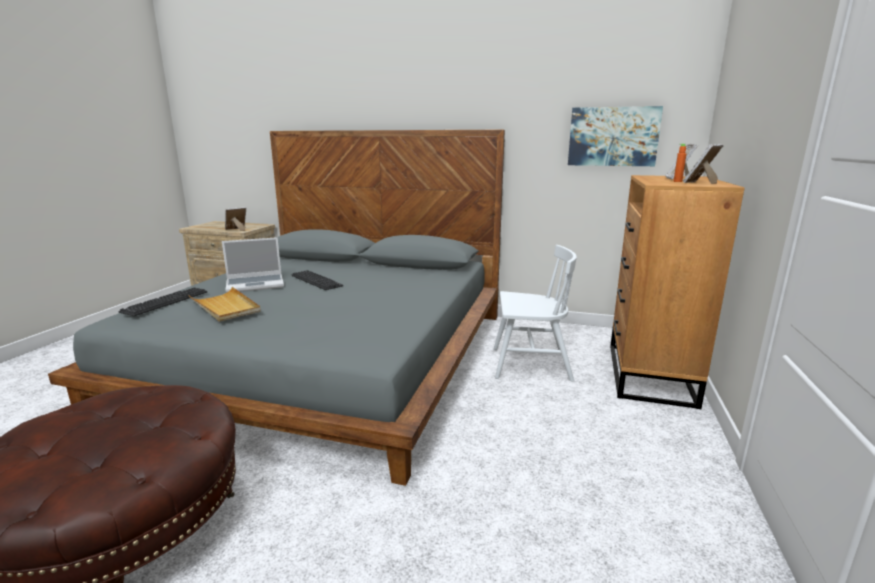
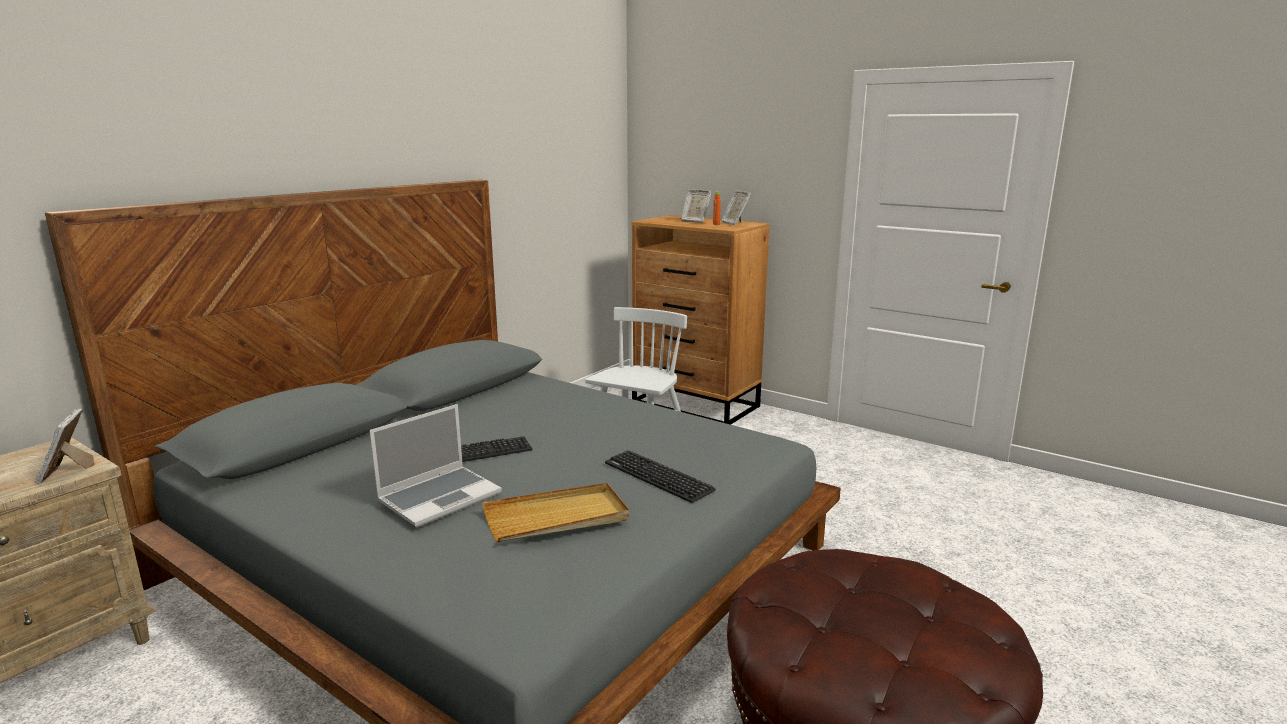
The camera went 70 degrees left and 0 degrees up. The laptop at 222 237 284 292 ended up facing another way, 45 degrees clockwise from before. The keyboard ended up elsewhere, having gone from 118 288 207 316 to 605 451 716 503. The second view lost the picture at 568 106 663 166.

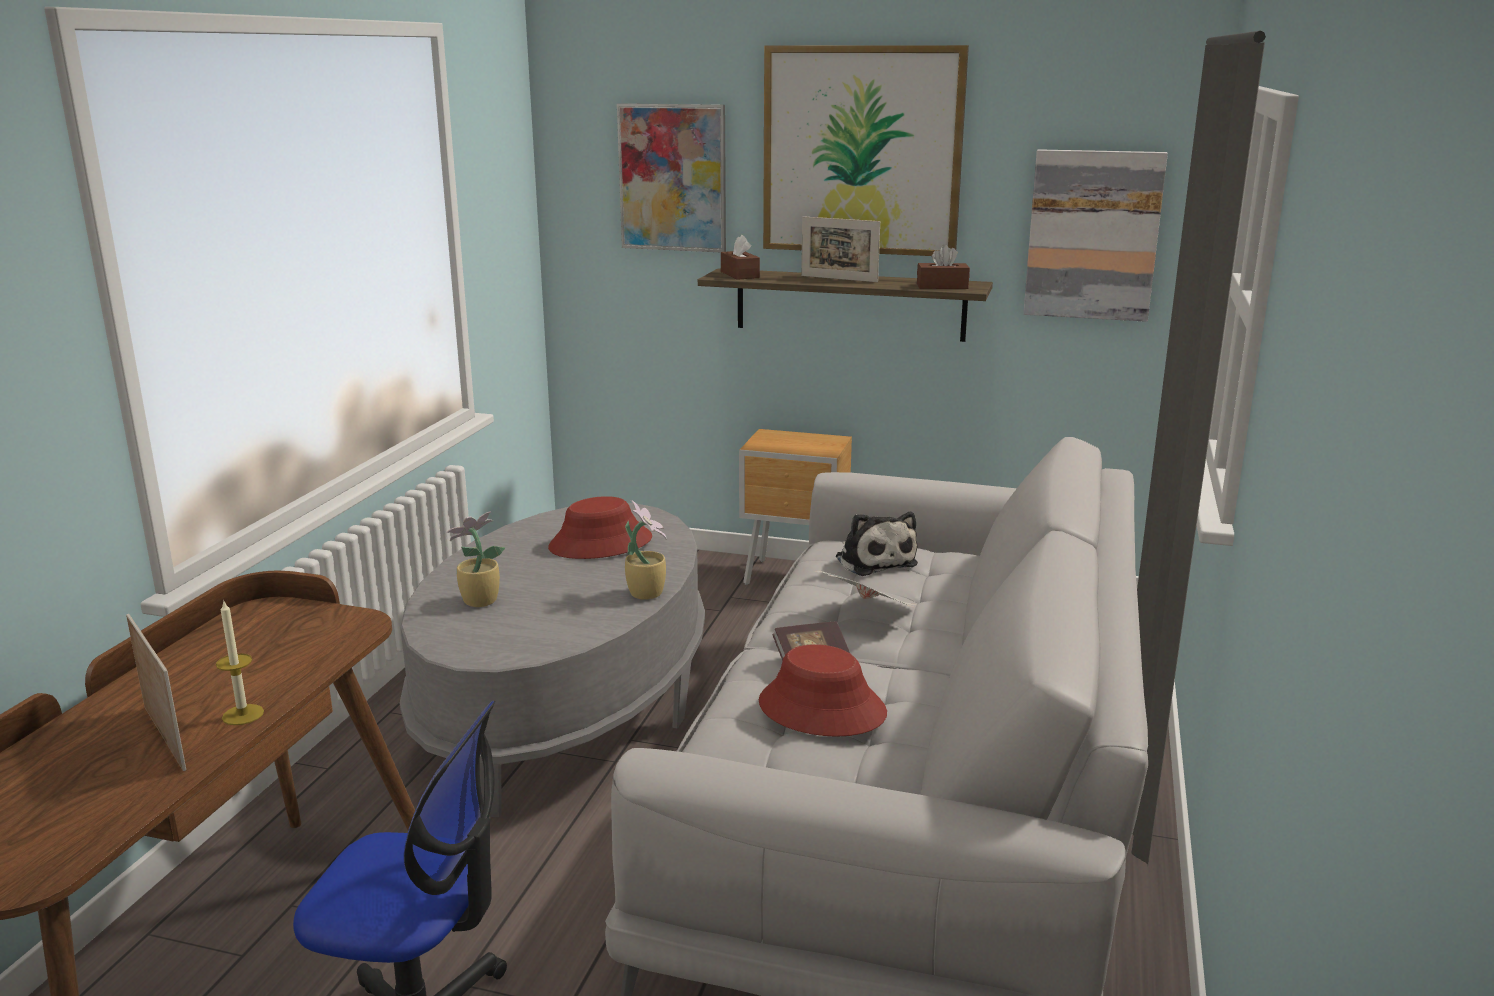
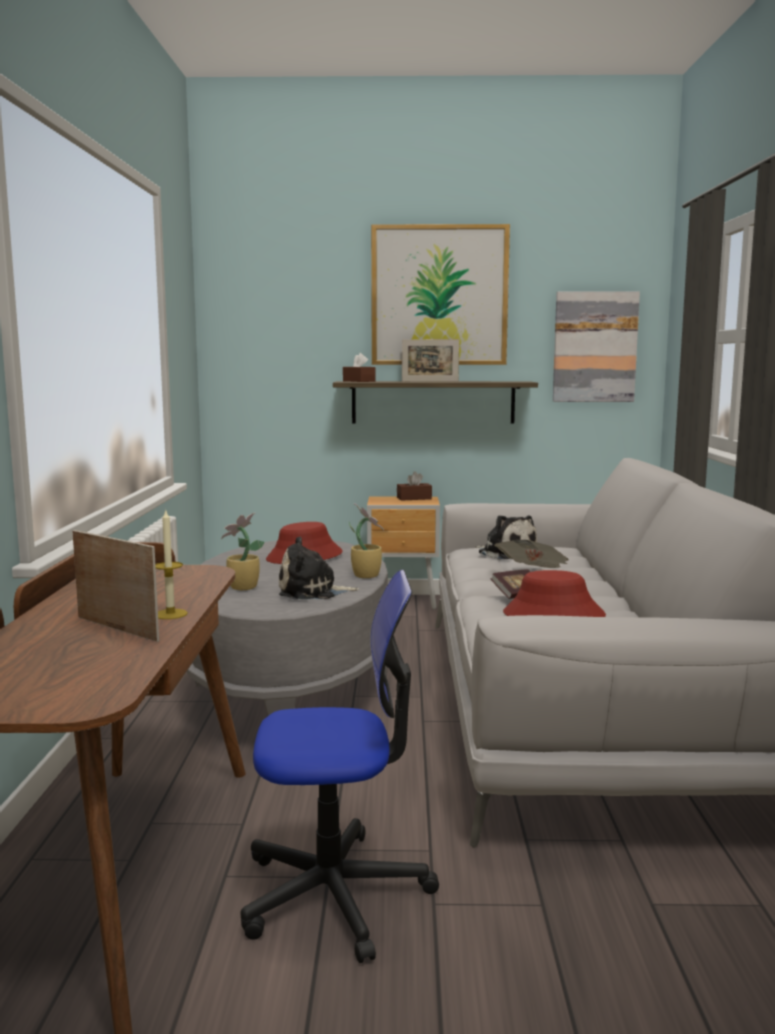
The camera went 15 degrees left and 10 degrees down. The second view gained the plush_toy at 279 536 359 599. The brown_tissue_holder ended up elsewhere, having gone from 917 245 970 289 to 397 472 432 501. The second view lost the picture at 617 103 726 252.

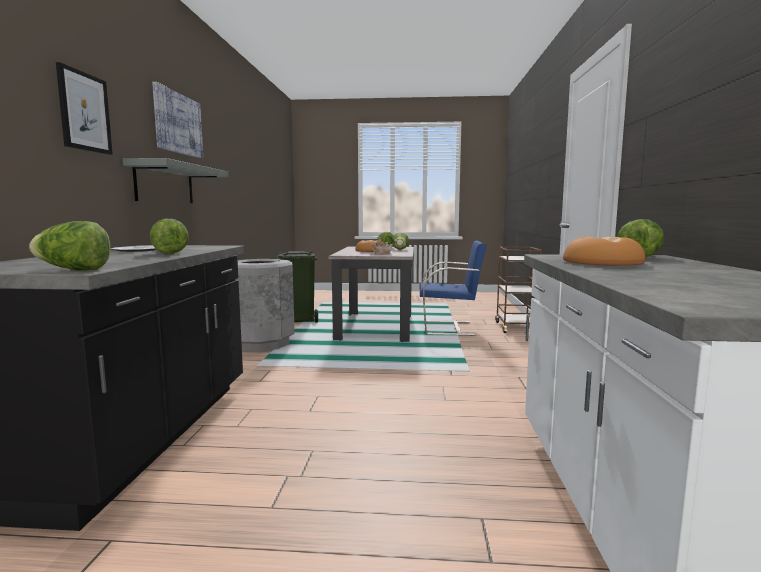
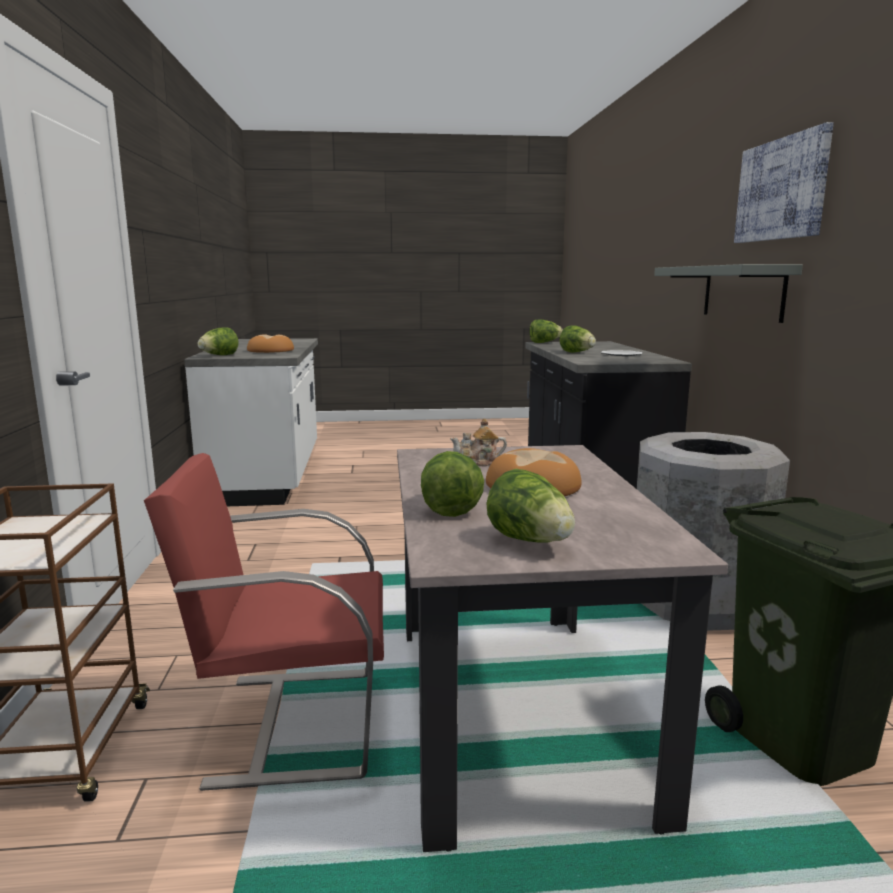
The camera went 170 degrees right and 5 degrees up. What was the bluish_upright_chair at 419 241 487 336 turned into the red-coloured_upright_chair at 144 453 384 791. The second view lost the picture at 56 62 113 155.

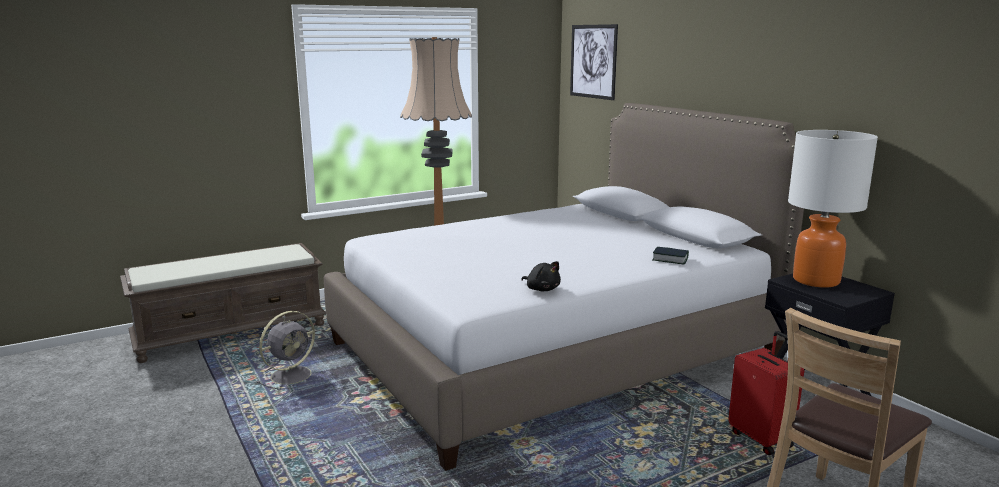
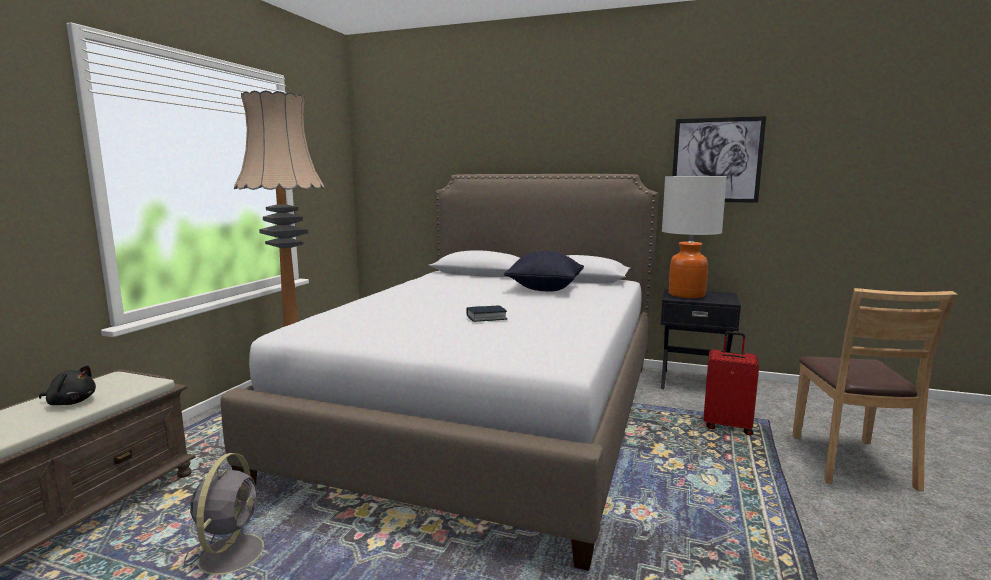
The camera went 40 degrees left and 5 degrees down. The black_plush_toy ended up elsewhere, having gone from 521 261 561 291 to 39 365 96 405. The book ended up elsewhere, having gone from 652 247 689 265 to 467 305 508 322. The second view gained the black_pillow at 504 251 584 292. The picture ended up elsewhere, having gone from 570 24 618 100 to 672 116 766 203.

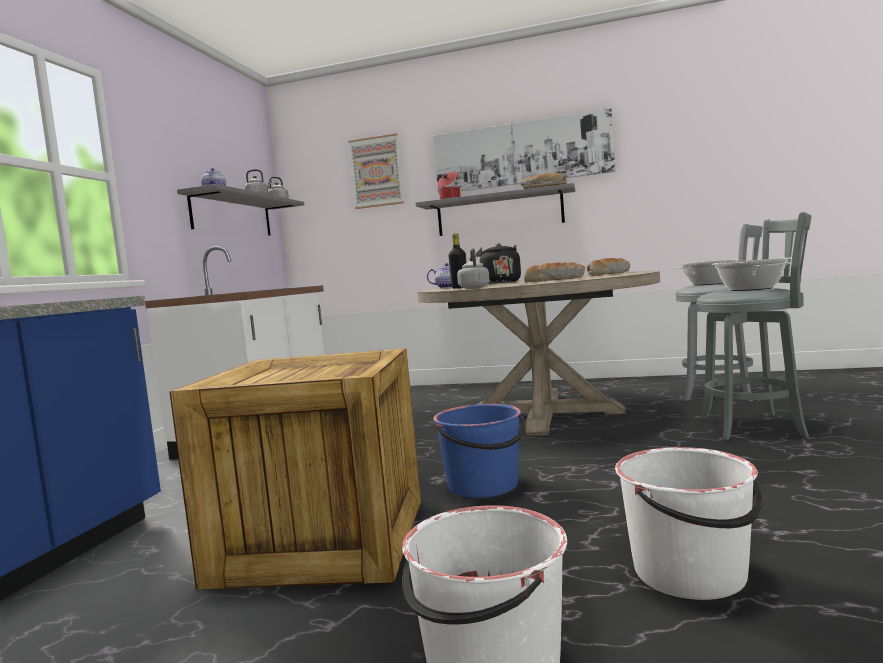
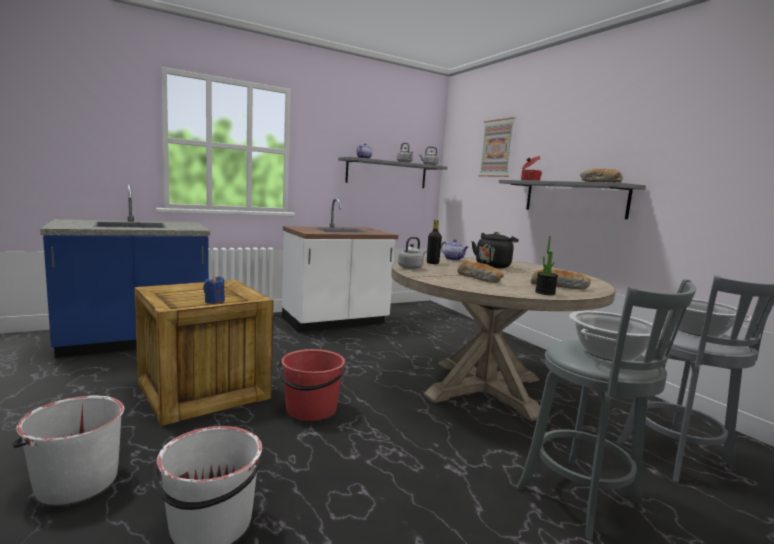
The camera went 45 degrees right and 5 degrees up. The second view gained the bluish_candle at 203 276 225 304. What was the bluish_bucket at 433 404 525 498 turned into the red-coloured_bucket at 278 349 345 421. The second view gained the plant_in_a_pot at 535 236 558 295. The second view lost the picture at 433 108 615 194.

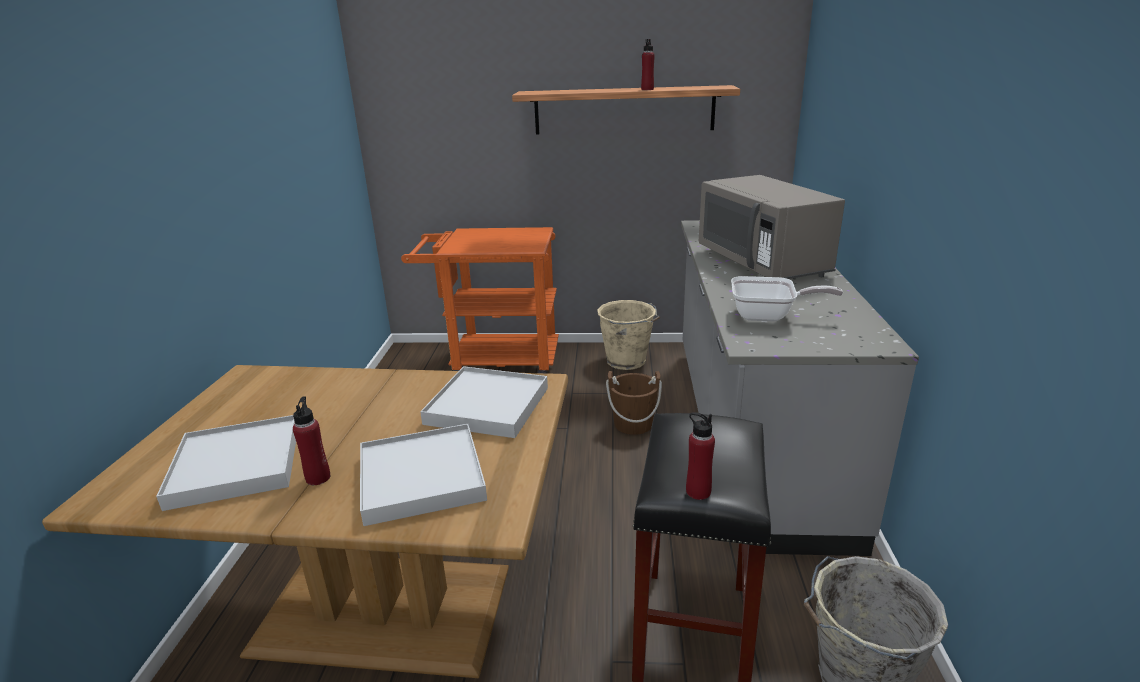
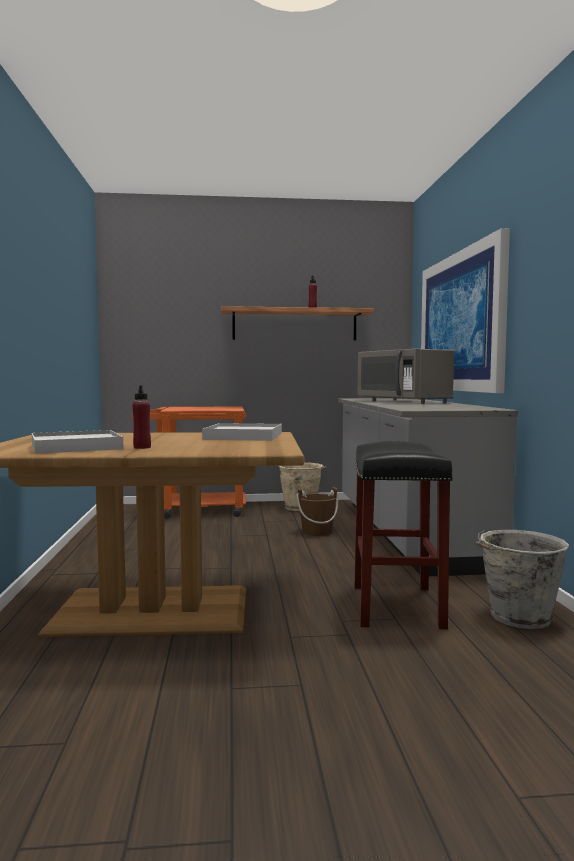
The camera went 10 degrees left and 20 degrees down. The second view gained the picture at 421 228 510 393. The second view lost the white-coloured_serving_tray at 360 424 487 526. The second view lost the red-coloured_beverage_bottle at 686 412 715 500. The second view lost the pan at 731 276 843 322.

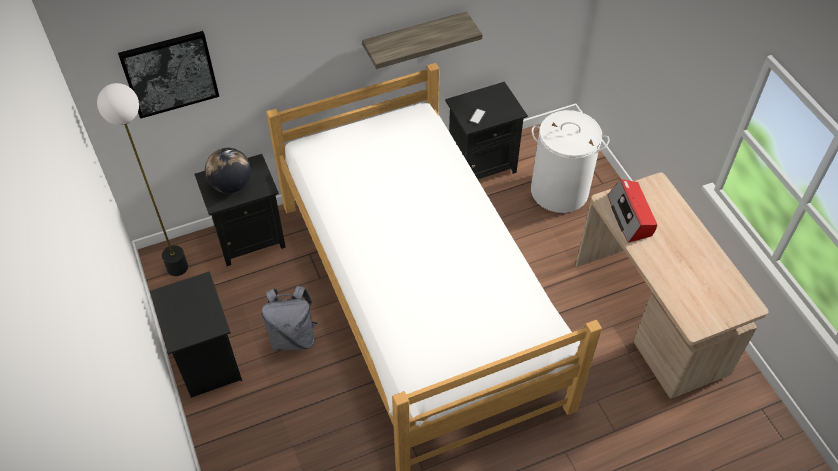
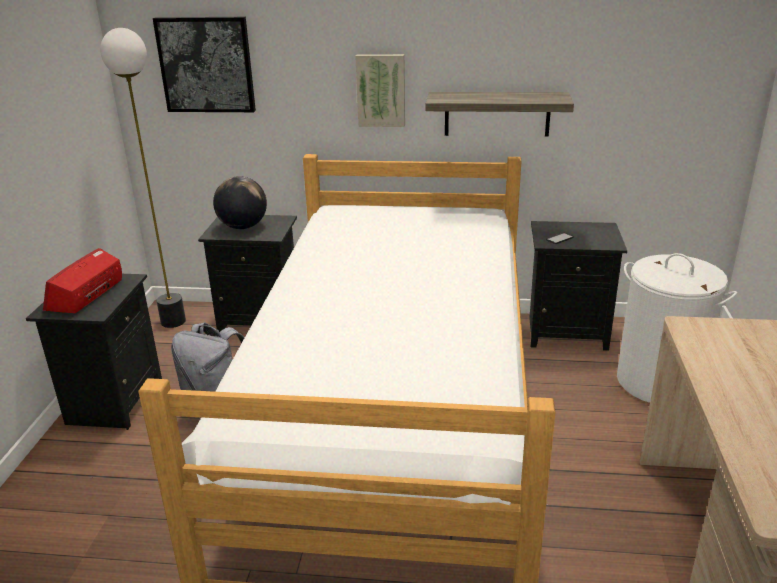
The camera went 30 degrees right and 25 degrees down. The radio_receiver ended up elsewhere, having gone from 608 179 657 243 to 43 248 122 313. The second view gained the picture at 355 54 405 127.

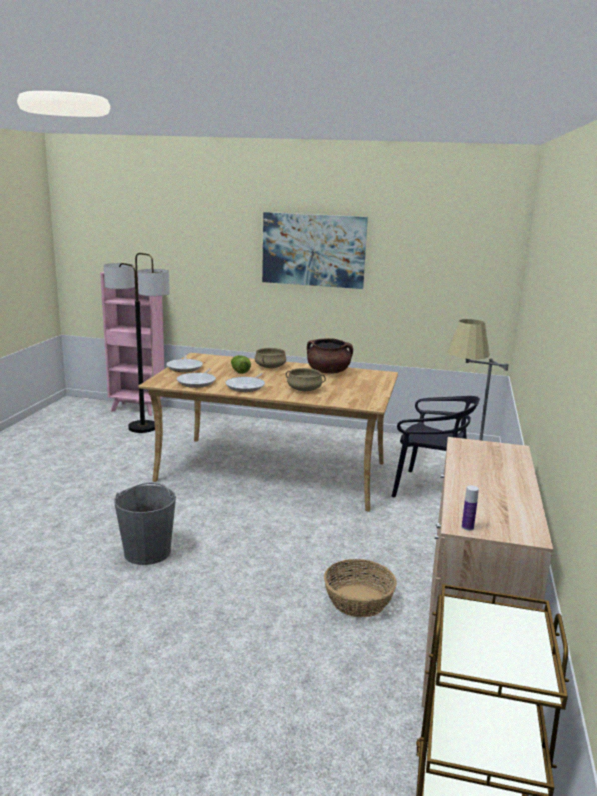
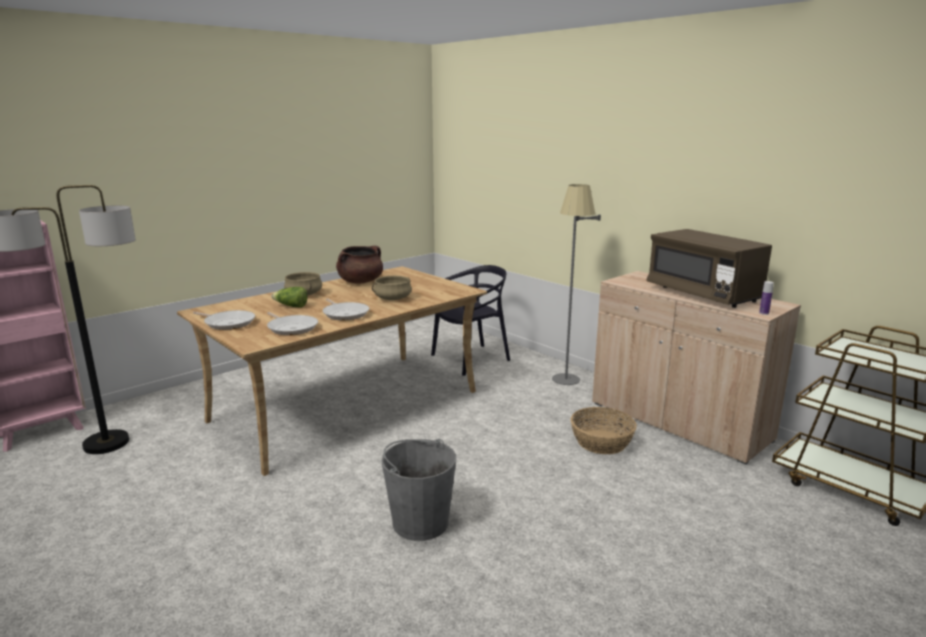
The camera went 55 degrees left and 0 degrees up. The second view gained the brown_microwave_oven at 647 229 772 308. The second view lost the picture at 262 212 368 289.

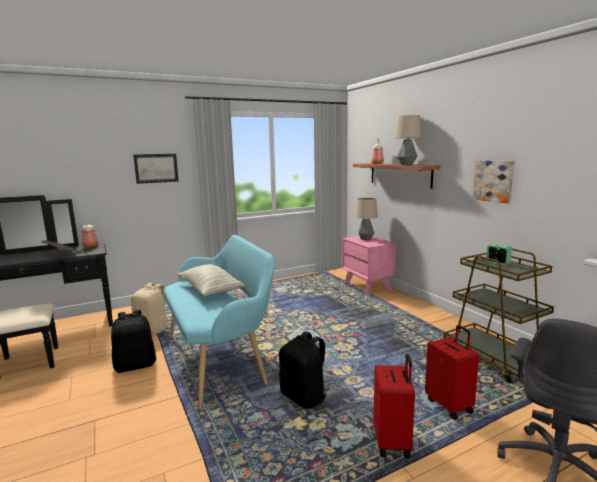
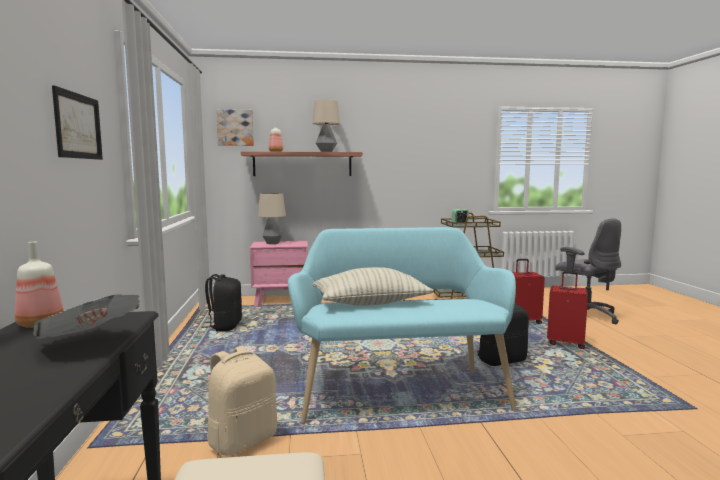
The camera went 70 degrees left and 5 degrees down. The black_knapsack ended up elsewhere, having gone from 111 310 156 373 to 201 274 242 331. The picture ended up elsewhere, having gone from 472 160 514 203 to 216 109 254 146.

